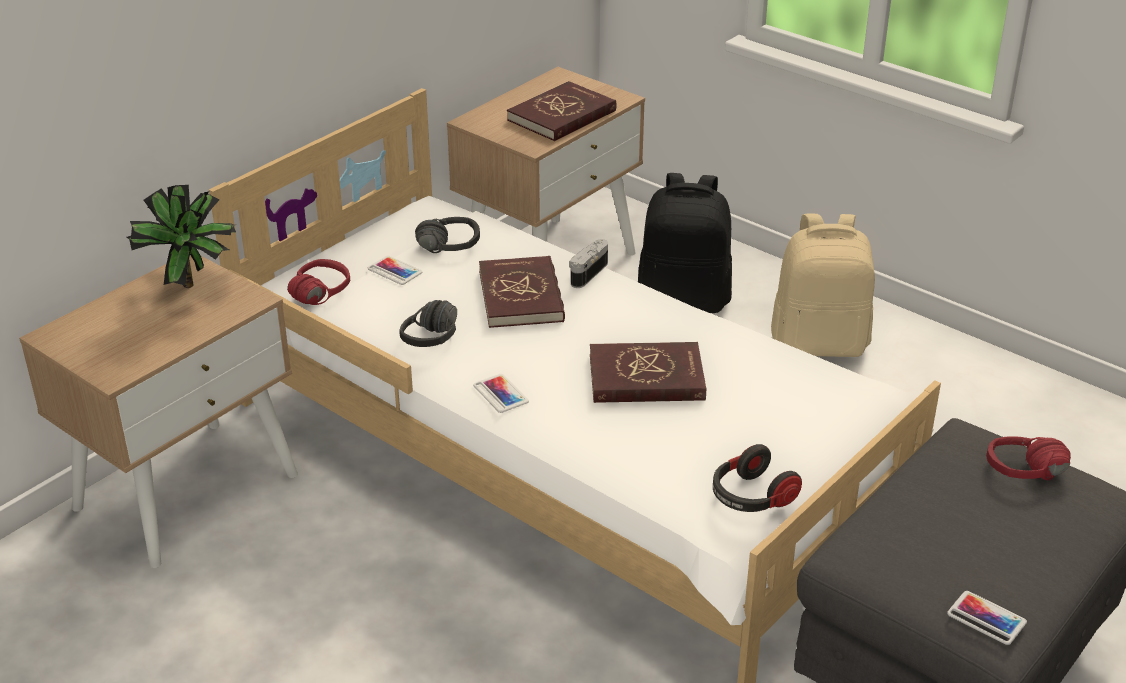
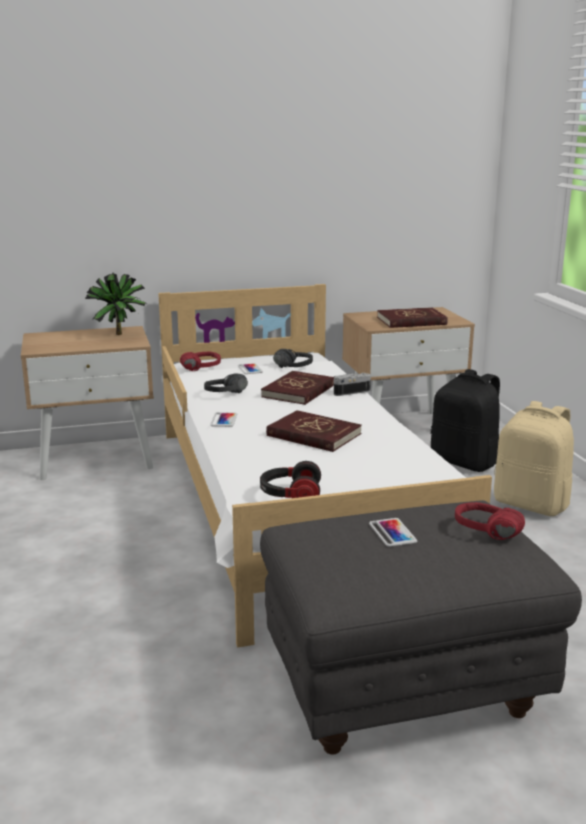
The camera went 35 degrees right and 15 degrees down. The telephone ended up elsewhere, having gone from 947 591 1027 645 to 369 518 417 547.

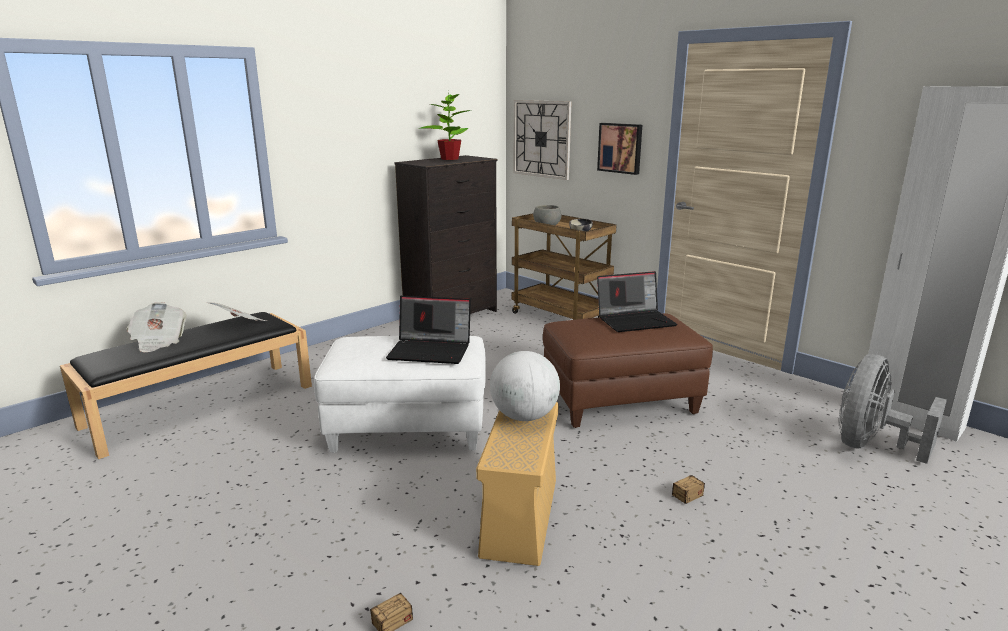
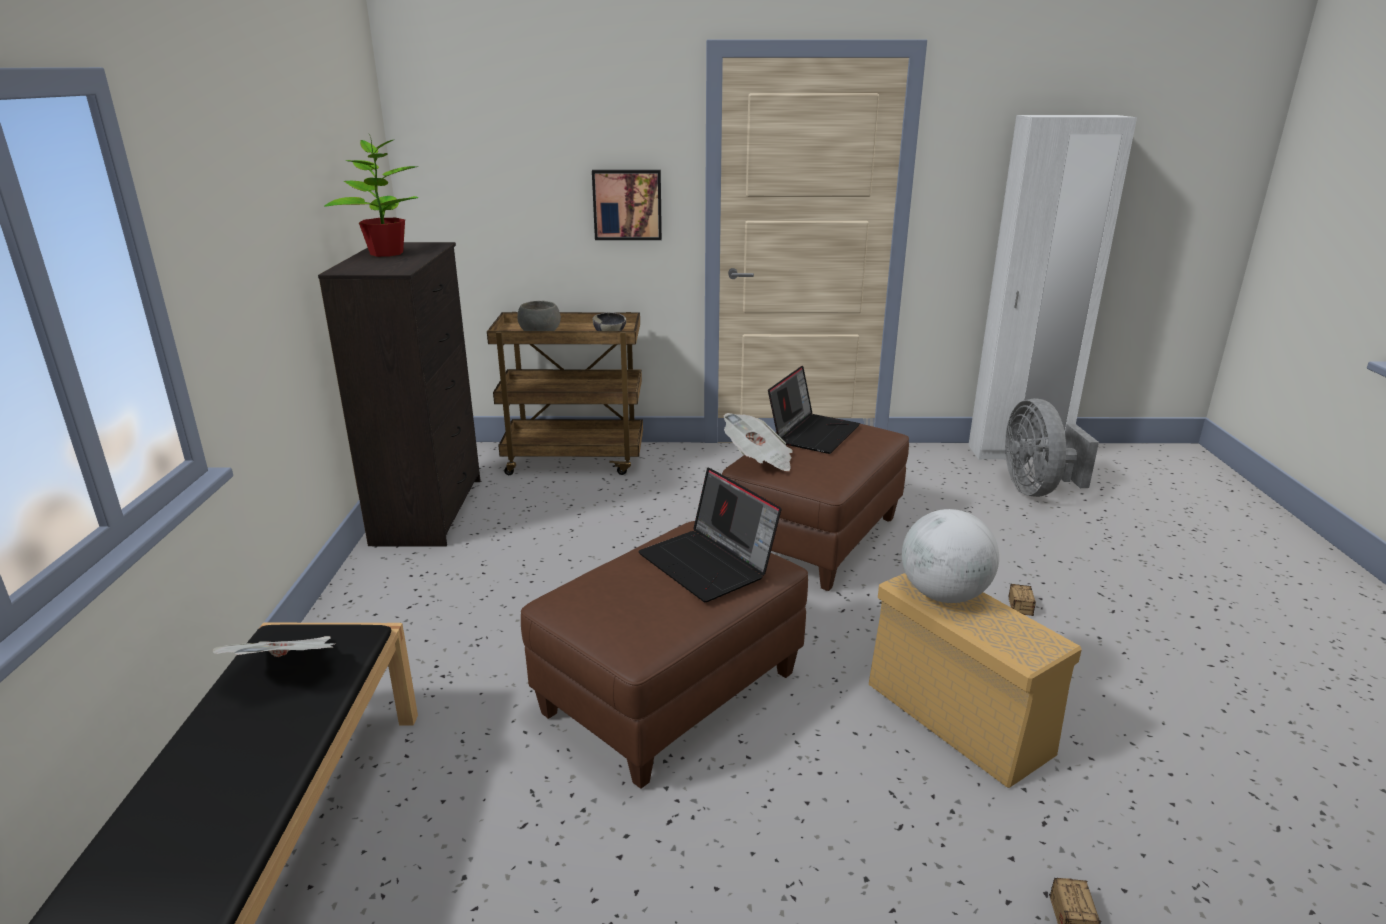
The camera went 45 degrees left and 5 degrees up. What was the white-coloured_footrest at 314 336 486 453 turned into the brown_footrest at 521 521 808 789. The laptop at 386 296 471 364 ended up facing another way, 90 degrees clockwise from before. The daily_paper ended up elsewhere, having gone from 127 302 187 352 to 724 413 793 471. The second view lost the wall_clock at 513 100 572 180.

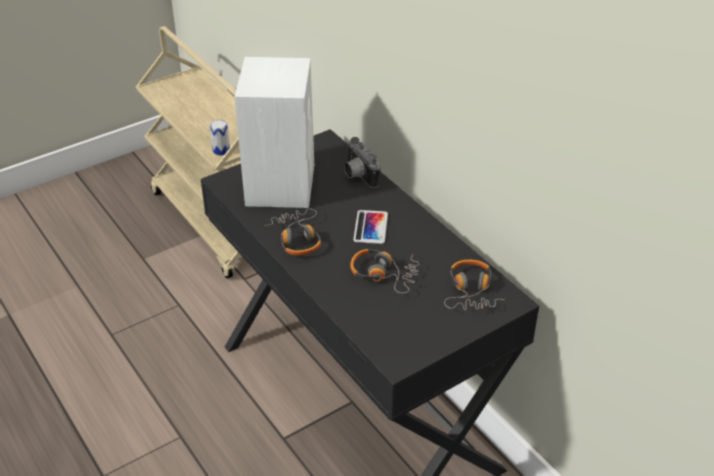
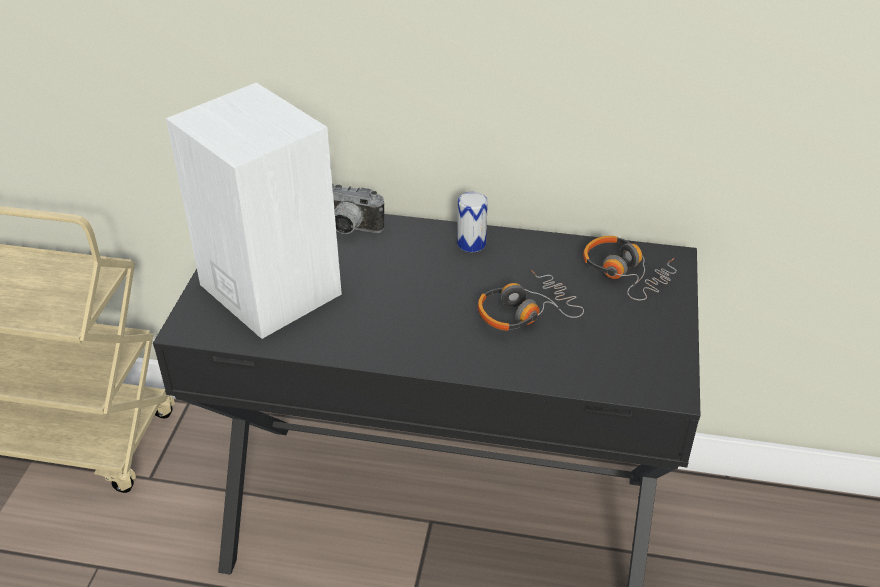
The camera went 45 degrees left and 0 degrees up. The can ended up elsewhere, having gone from 210 120 230 156 to 457 192 488 252. The second view lost the headset at 265 209 321 255. The second view lost the telephone at 353 210 388 244.

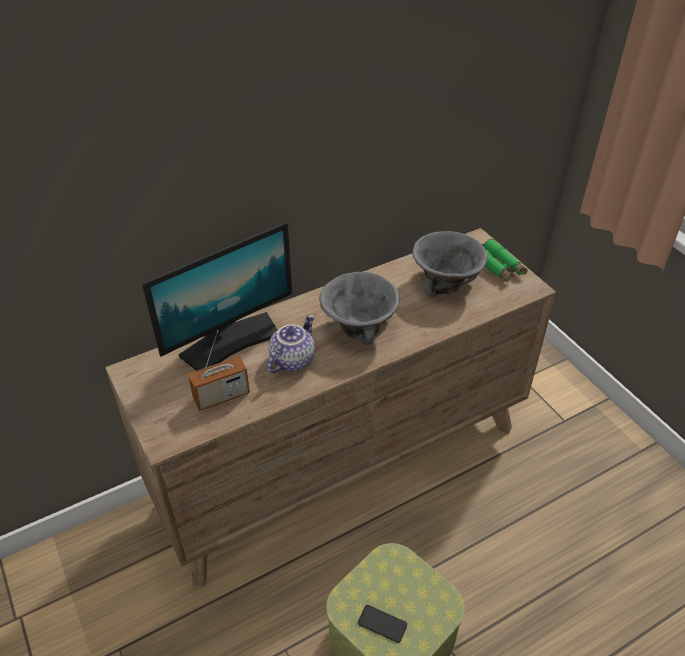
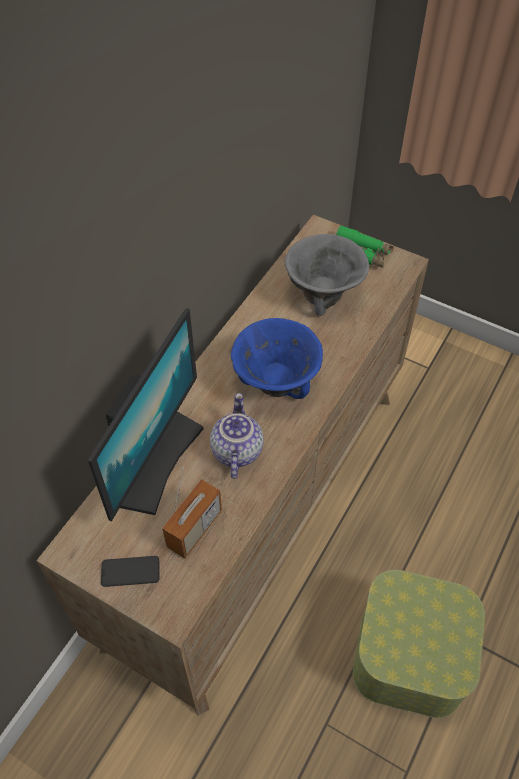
The camera went 30 degrees left and 10 degrees up. The telephone ended up elsewhere, having gone from 358 605 407 643 to 101 556 160 587. What was the gray_serving_bowl at 319 272 399 345 turned into the bluish_serving_bowl at 231 318 323 399.

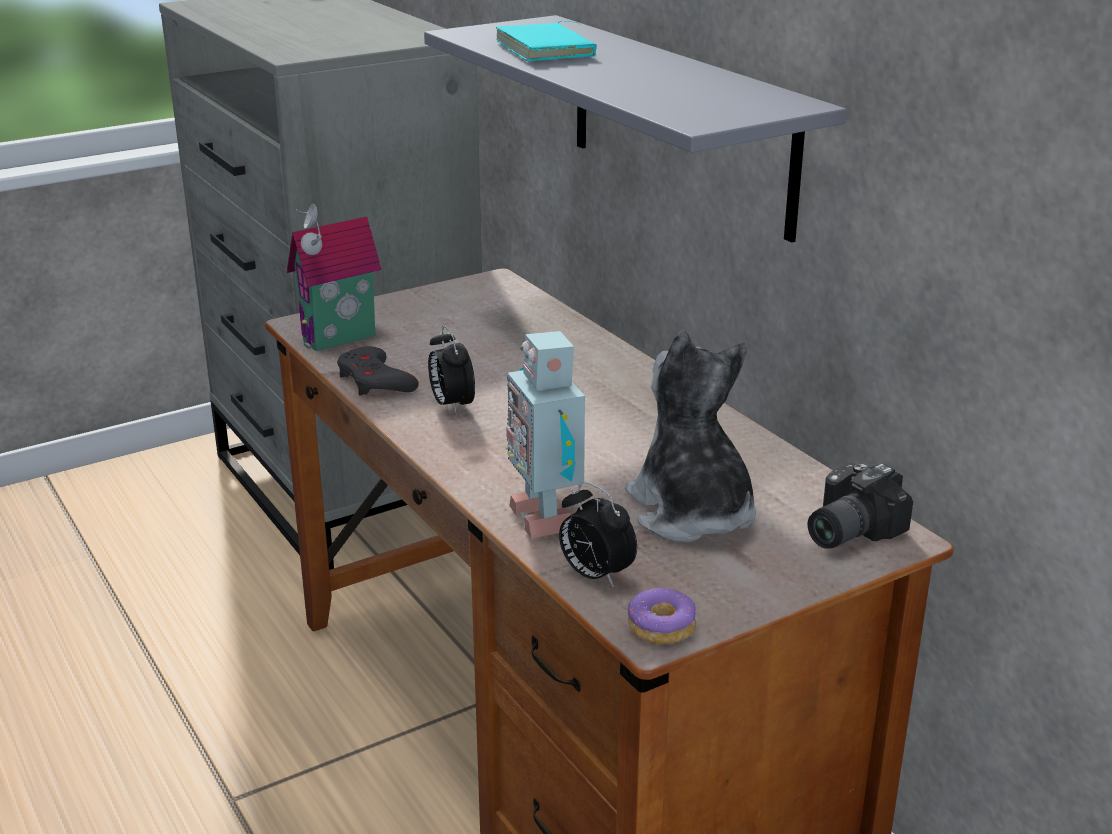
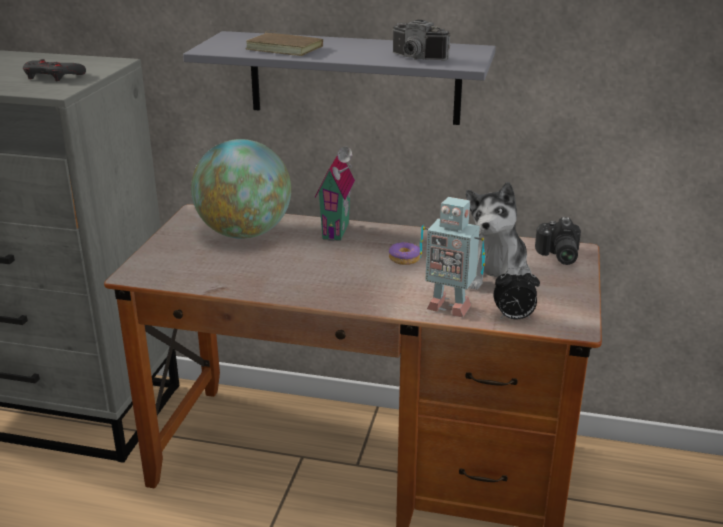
The camera went 45 degrees left and 0 degrees up. The gray_joypad ended up elsewhere, having gone from 337 346 419 395 to 23 59 86 81. The second view gained the world_globe at 191 139 291 239. What was the turquoise_book at 496 21 597 61 turned into the brown_book at 245 31 323 56. The model_house ended up elsewhere, having gone from 287 204 381 351 to 315 146 355 241. The doughnut ended up elsewhere, having gone from 628 588 698 644 to 389 242 420 265. The second view gained the photo_camera at 392 20 451 61. The plush_toy at 625 330 756 542 ended up facing another way, 90 degrees counterclockwise from before. The second view lost the alarm_clock at 428 326 475 415.

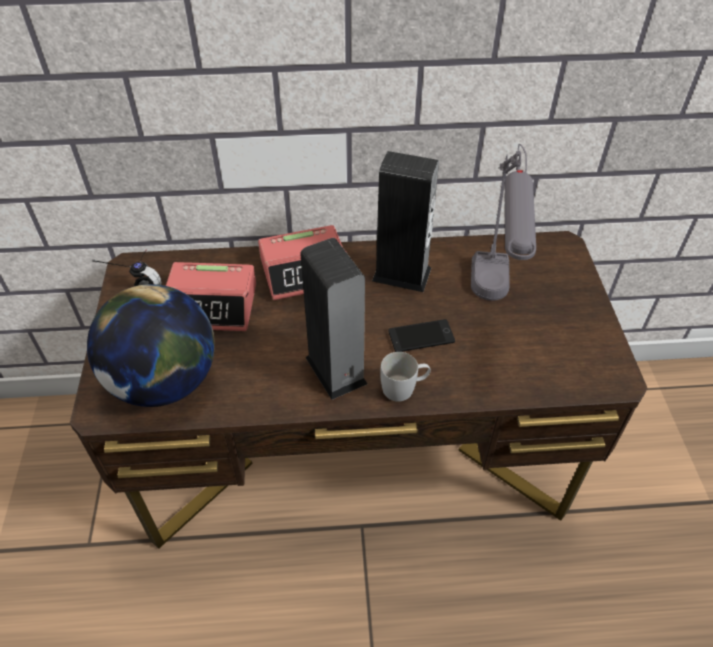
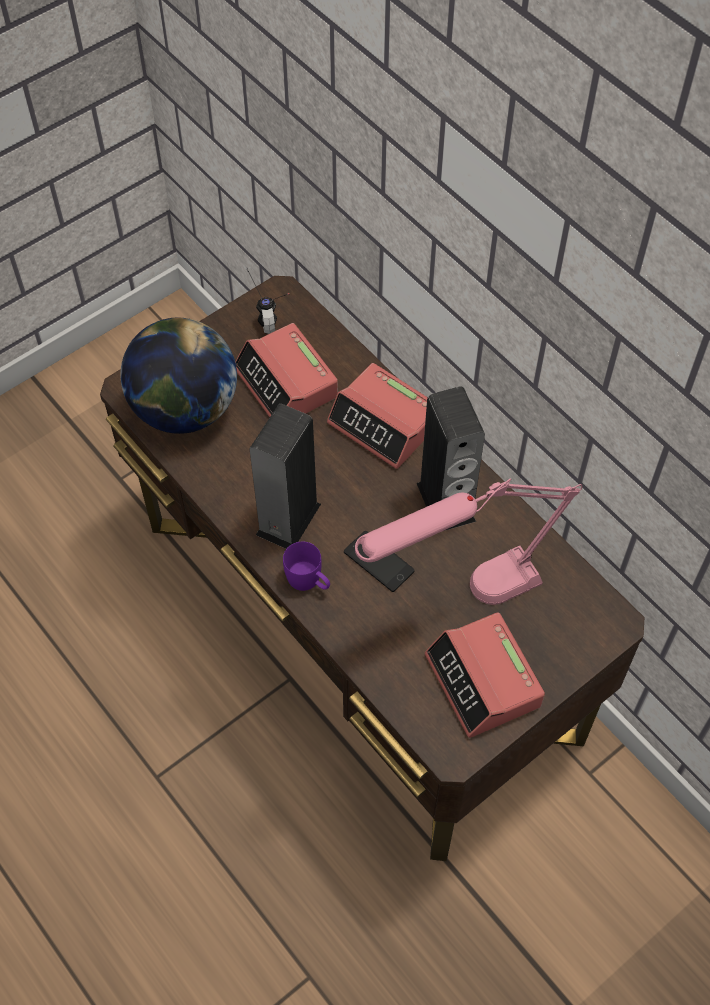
The camera went 55 degrees right and 10 degrees up. What was the white-coloured_coffee_mug at 380 352 431 402 turned into the purple-coloured_coffee_mug at 283 541 330 591. What was the gray_lamp_for_a_table at 471 144 536 301 turned into the pink-coloured_lamp_for_a_table at 355 478 582 605. The second view gained the alarm_clock at 425 612 545 738.

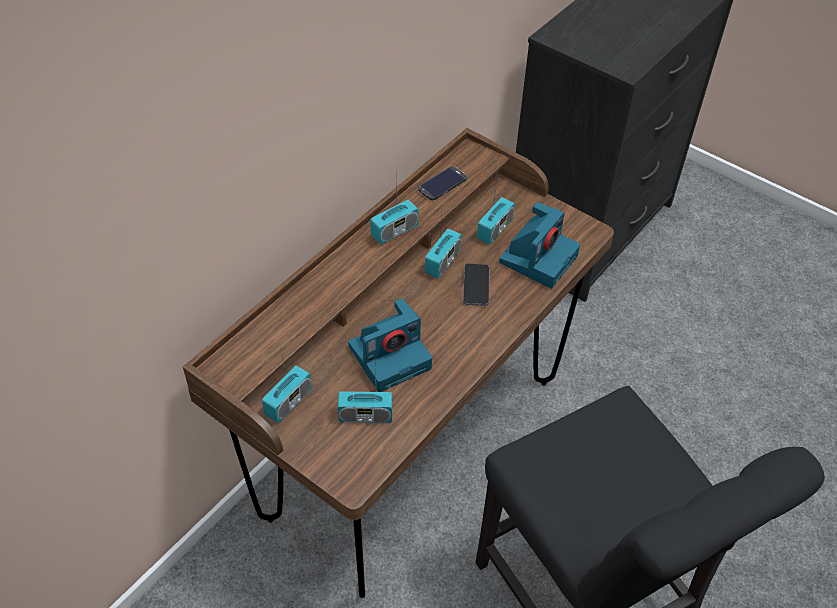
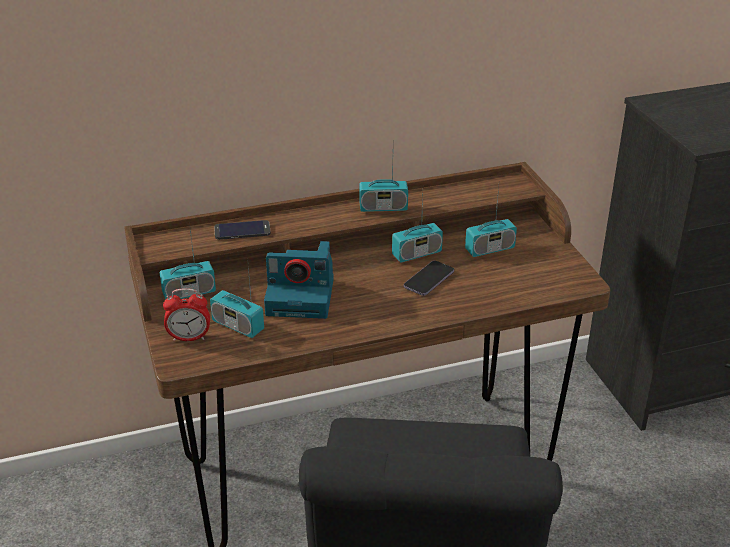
The camera went 35 degrees right and 15 degrees down. The second view gained the alarm_clock at 163 288 210 341. The telephone ended up elsewhere, having gone from 418 166 467 200 to 214 220 271 240. The second view lost the photo_camera at 499 202 580 289.

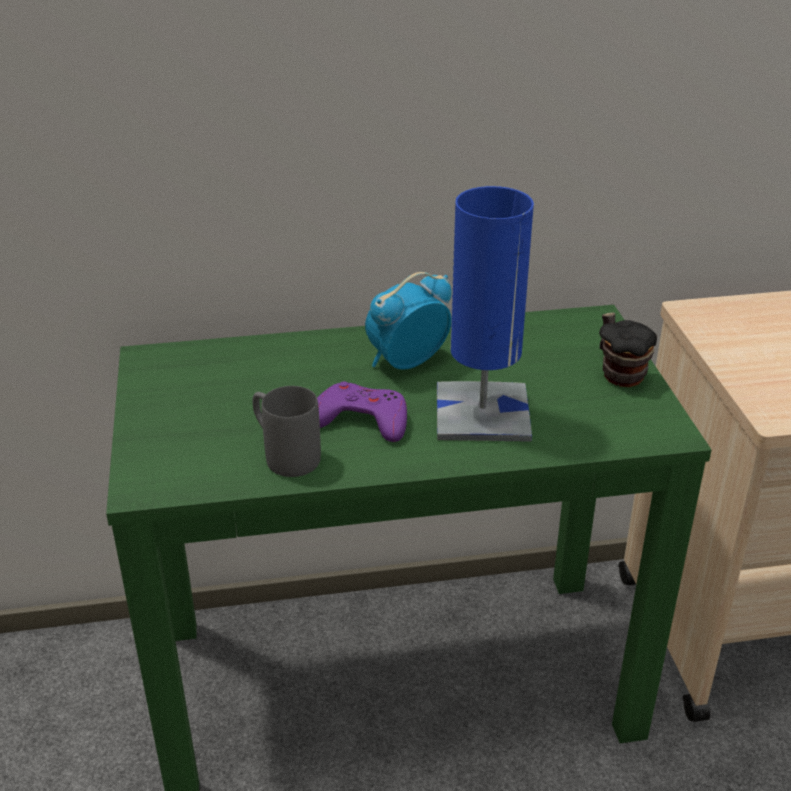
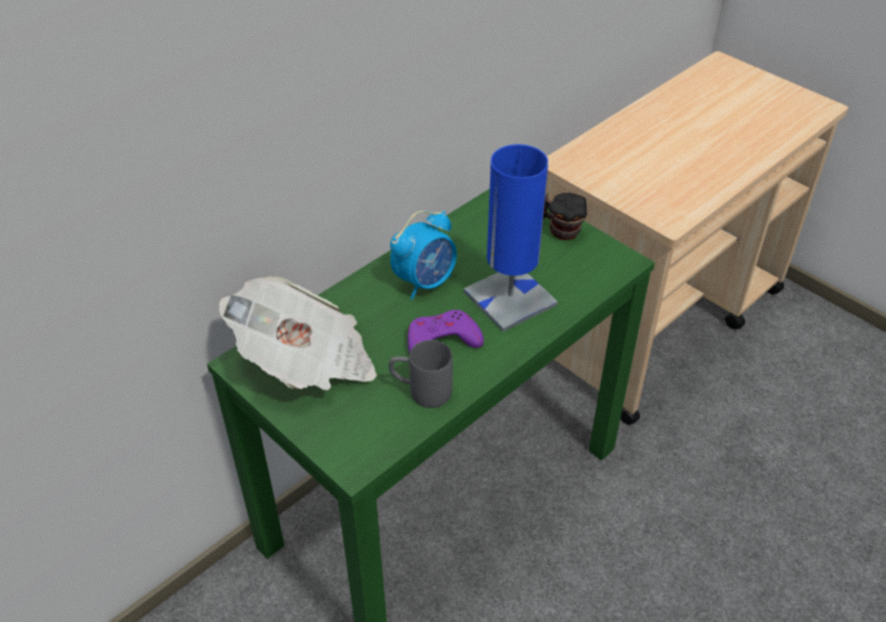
The camera went 35 degrees left and 10 degrees up. The second view gained the daily_paper at 219 276 377 390. The alarm_clock at 365 272 452 370 ended up facing another way, 150 degrees counterclockwise from before.

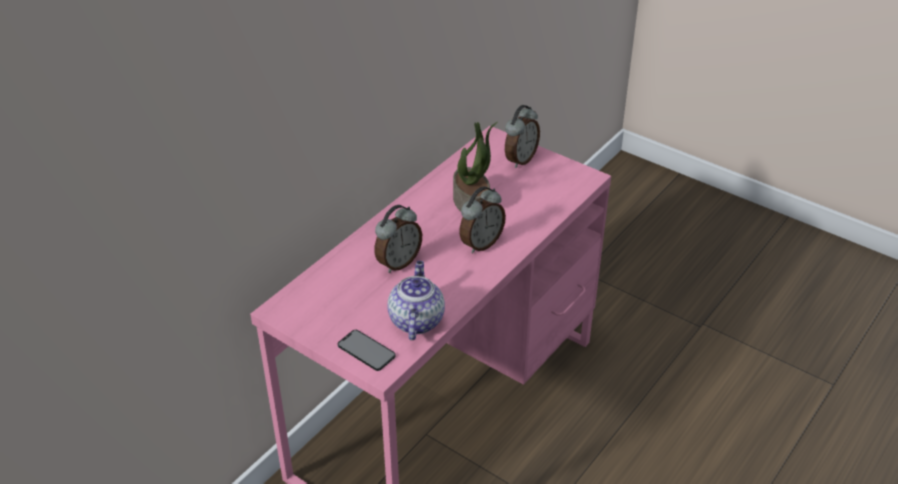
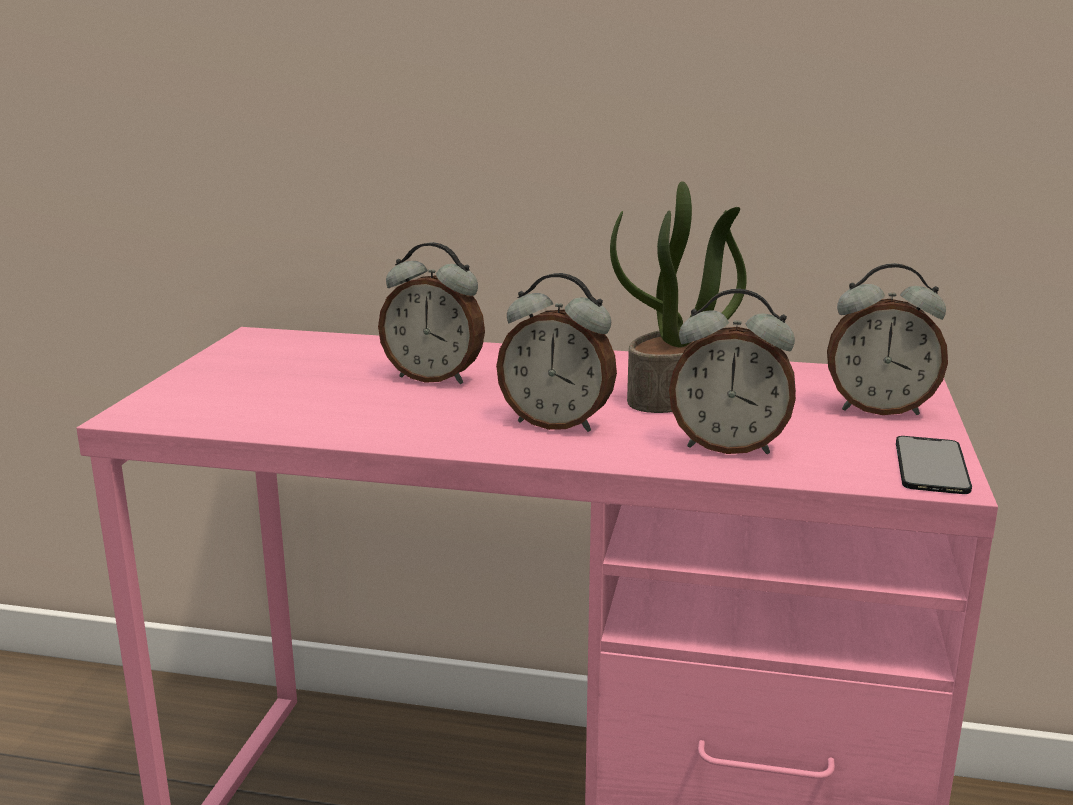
The camera went 65 degrees right and 20 degrees down. The second view gained the alarm_clock at 669 289 796 454. The telephone ended up elsewhere, having gone from 338 330 396 371 to 896 436 972 494. The second view lost the teapot at 387 261 445 340.

